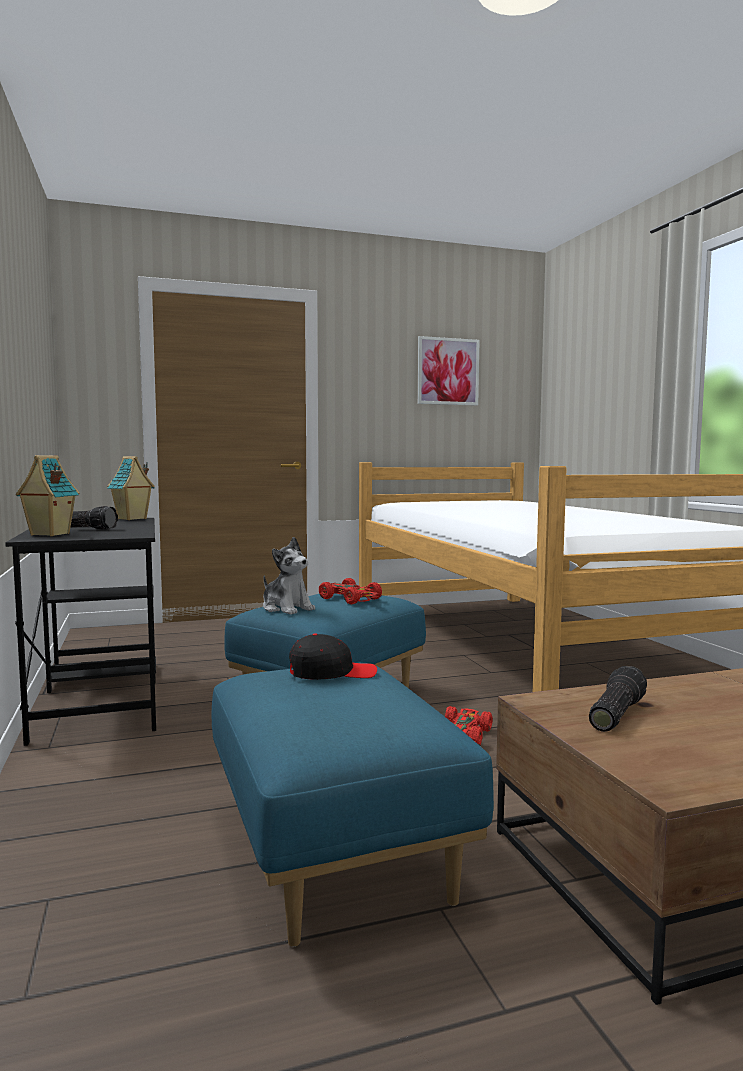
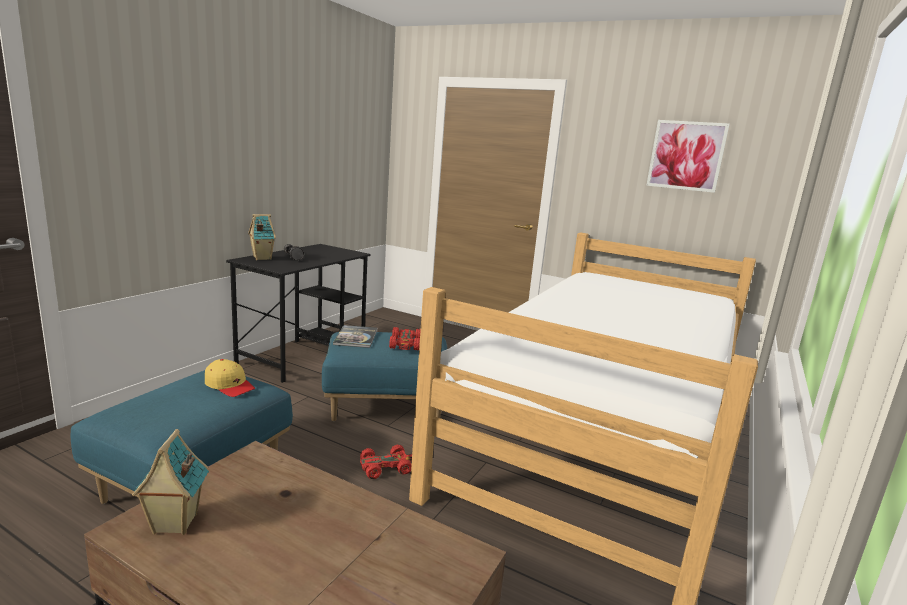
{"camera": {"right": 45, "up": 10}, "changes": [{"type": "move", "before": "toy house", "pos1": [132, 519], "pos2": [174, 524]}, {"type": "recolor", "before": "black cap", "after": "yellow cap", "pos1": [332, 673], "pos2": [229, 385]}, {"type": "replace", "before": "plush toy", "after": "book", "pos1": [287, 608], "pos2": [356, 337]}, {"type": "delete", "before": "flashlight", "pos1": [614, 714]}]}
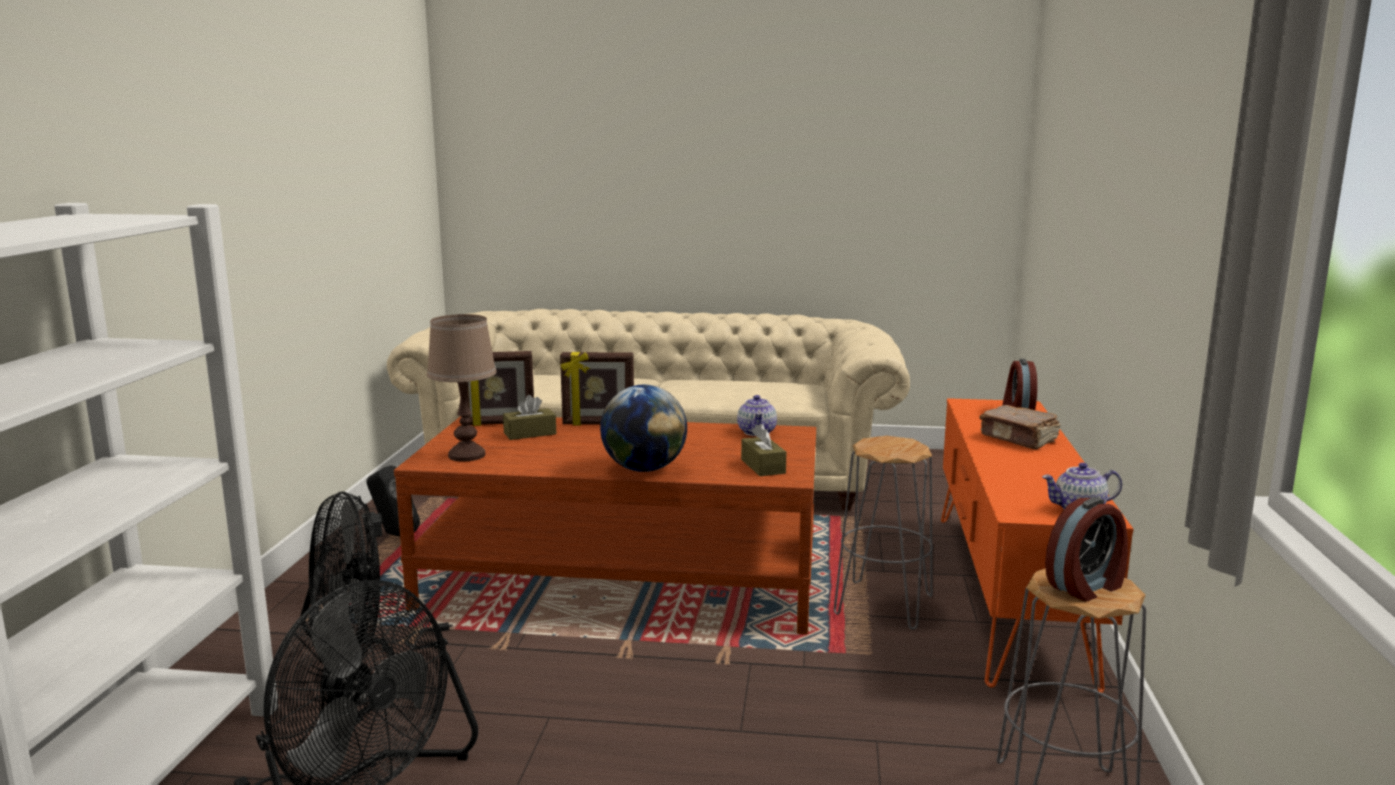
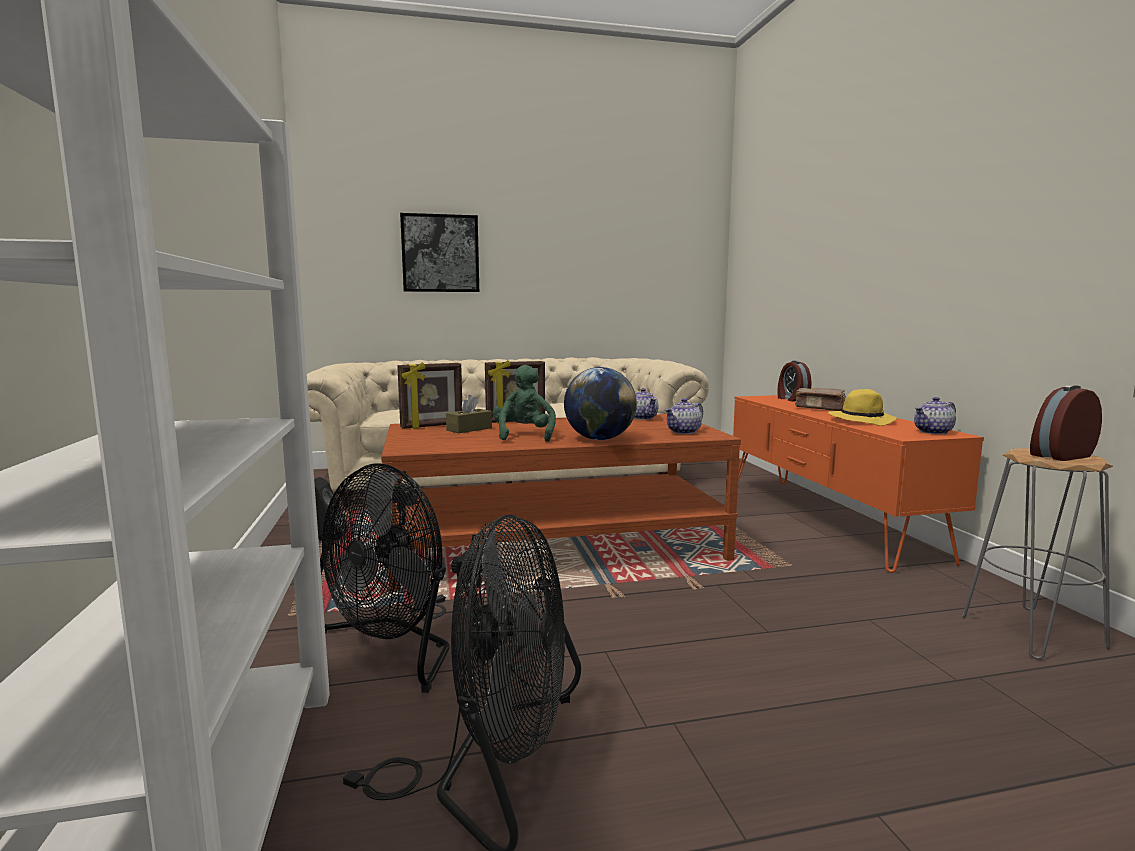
{"camera": {"right": -20, "up": -5}, "changes": [{"type": "insert", "after": "picture", "pos2": [440, 253]}, {"type": "insert", "after": "green plush toy", "pos2": [524, 436]}, {"type": "replace", "before": "brown tissue box", "after": "teapot", "pos1": [763, 466], "pos2": [683, 432]}, {"type": "insert", "after": "yellow hat", "pos2": [862, 420]}, {"type": "rotate", "before": "alarm clock", "pos1": [1087, 586], "pos2": [1060, 455], "turn": -150}, {"type": "delete", "before": "brown table lamp", "pos1": [466, 455]}, {"type": "delete", "before": "grey stool", "pos1": [883, 605]}]}
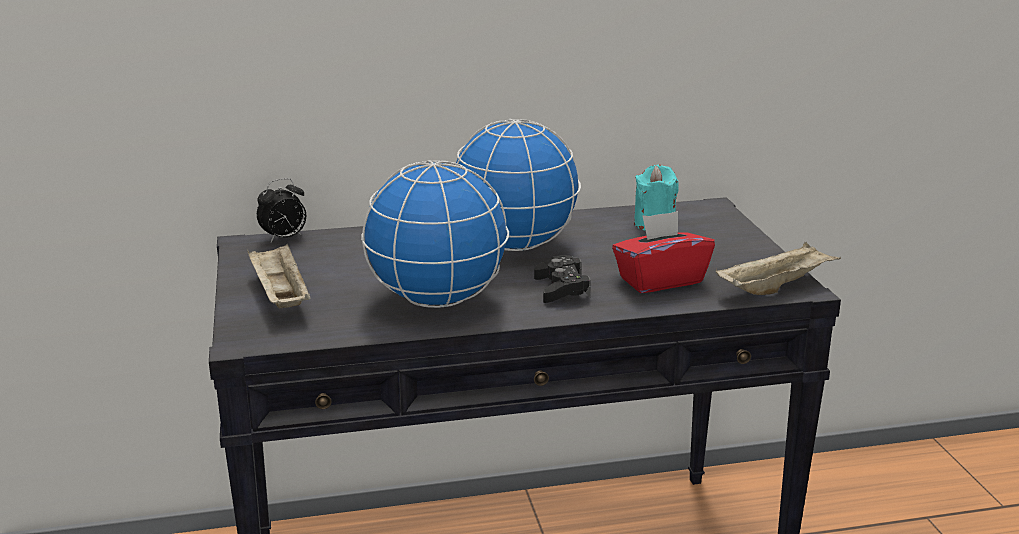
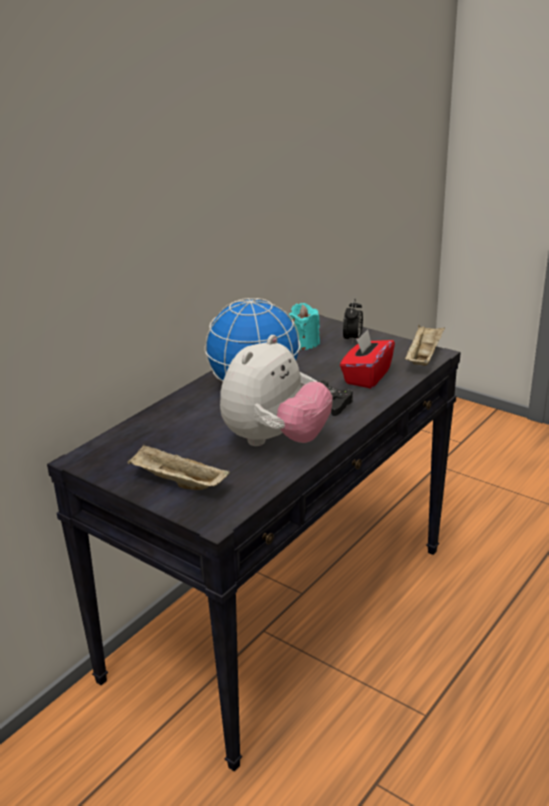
{"camera": {"right": -40, "up": 5}, "changes": [{"type": "replace", "before": "globe", "after": "plush toy", "pos1": [437, 299], "pos2": [275, 440]}, {"type": "move", "before": "alarm clock", "pos1": [284, 238], "pos2": [352, 339]}]}
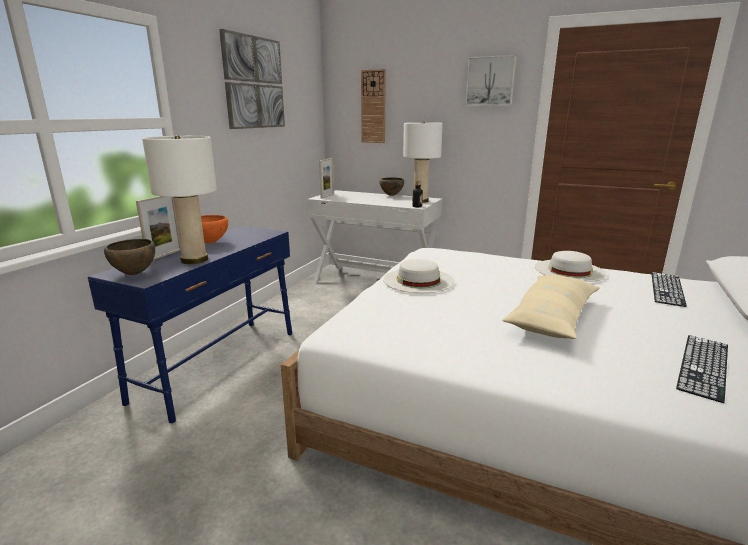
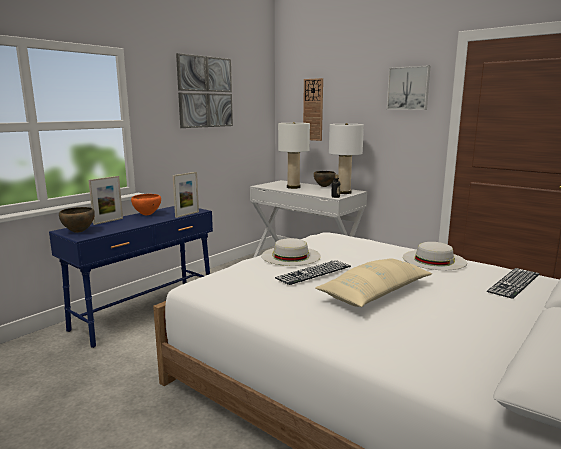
{"camera": {"right": 15, "up": -5}, "changes": [{"type": "move", "before": "picture frame", "pos1": [327, 196], "pos2": [187, 214]}, {"type": "move", "before": "keyboard", "pos1": [703, 365], "pos2": [314, 272]}, {"type": "move", "before": "white table lamp", "pos1": [194, 260], "pos2": [293, 187]}]}
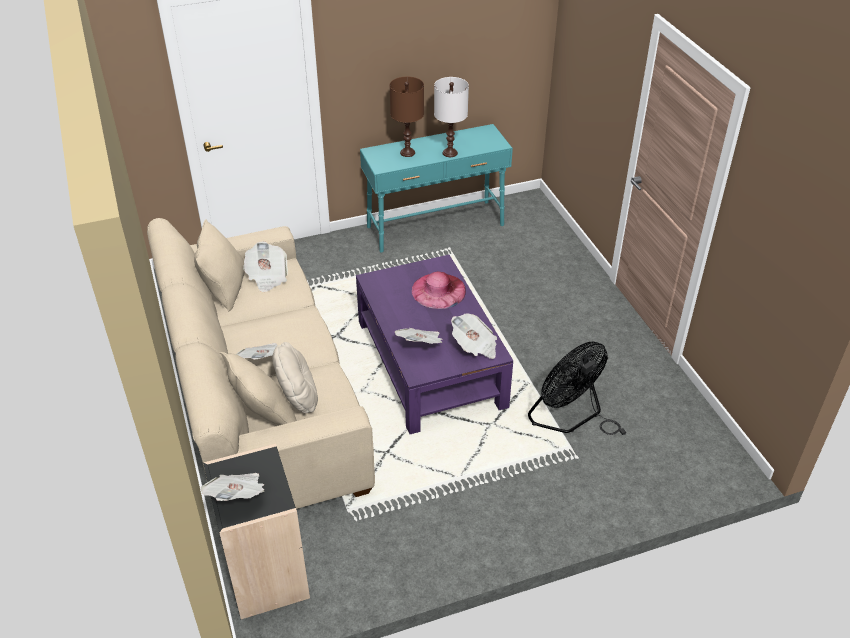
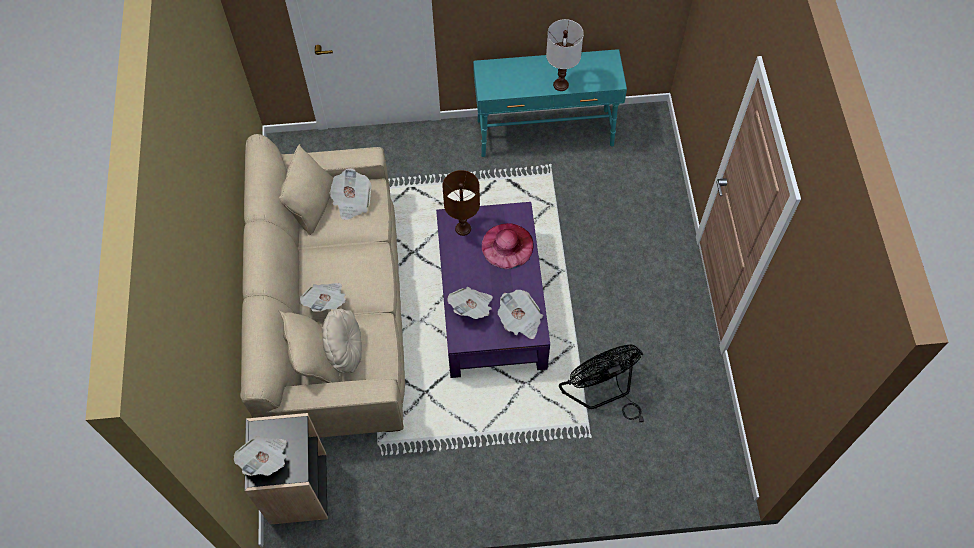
{"camera": {"right": 15, "up": 20}, "changes": [{"type": "move", "before": "brown table lamp", "pos1": [407, 153], "pos2": [462, 228]}]}
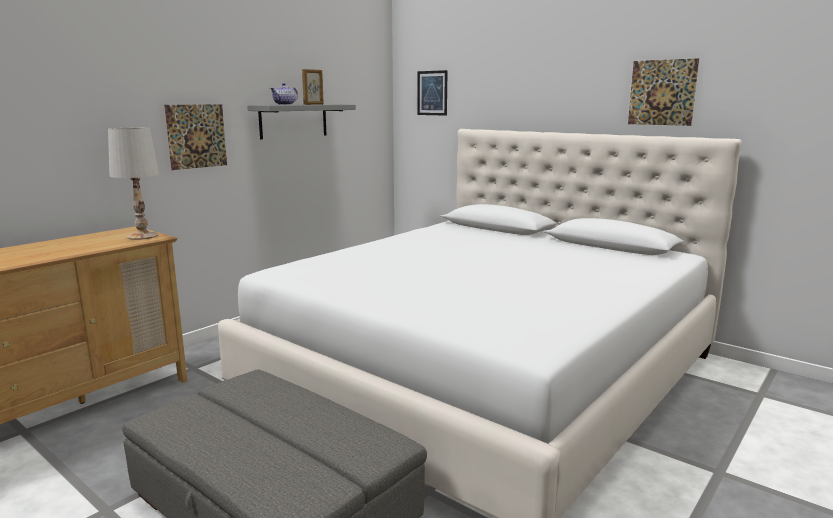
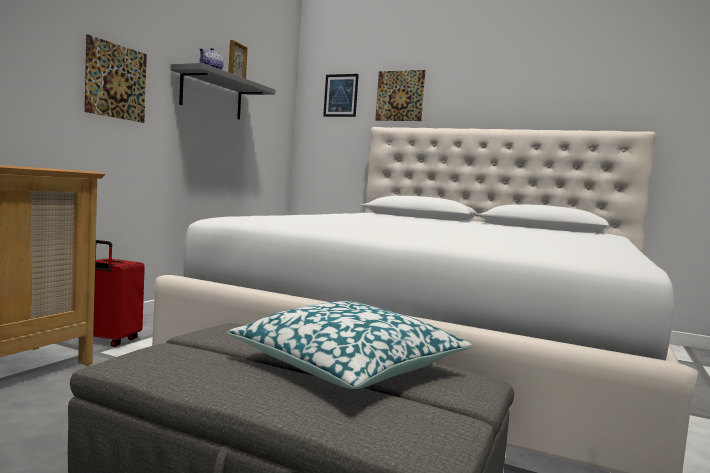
{"camera": {"right": -15, "up": -10}, "changes": [{"type": "insert", "after": "red suitcase", "pos2": [108, 341]}, {"type": "insert", "after": "pillow", "pos2": [348, 366]}, {"type": "move", "before": "picture", "pos1": [662, 92], "pos2": [400, 96]}, {"type": "delete", "before": "white table lamp", "pos1": [143, 236]}]}
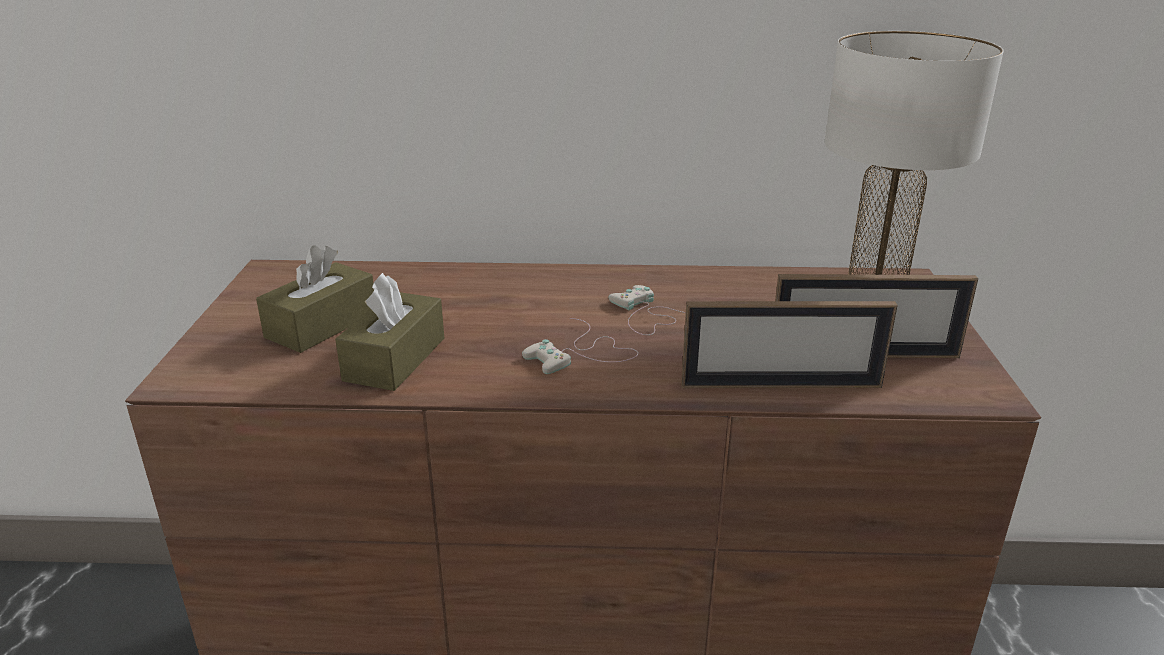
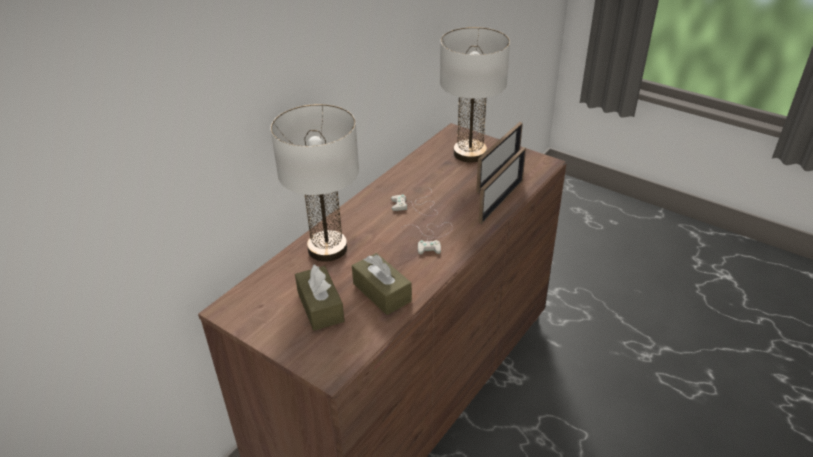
{"camera": {"right": -55, "up": 10}, "changes": [{"type": "insert", "after": "table lamp", "pos2": [327, 249]}]}
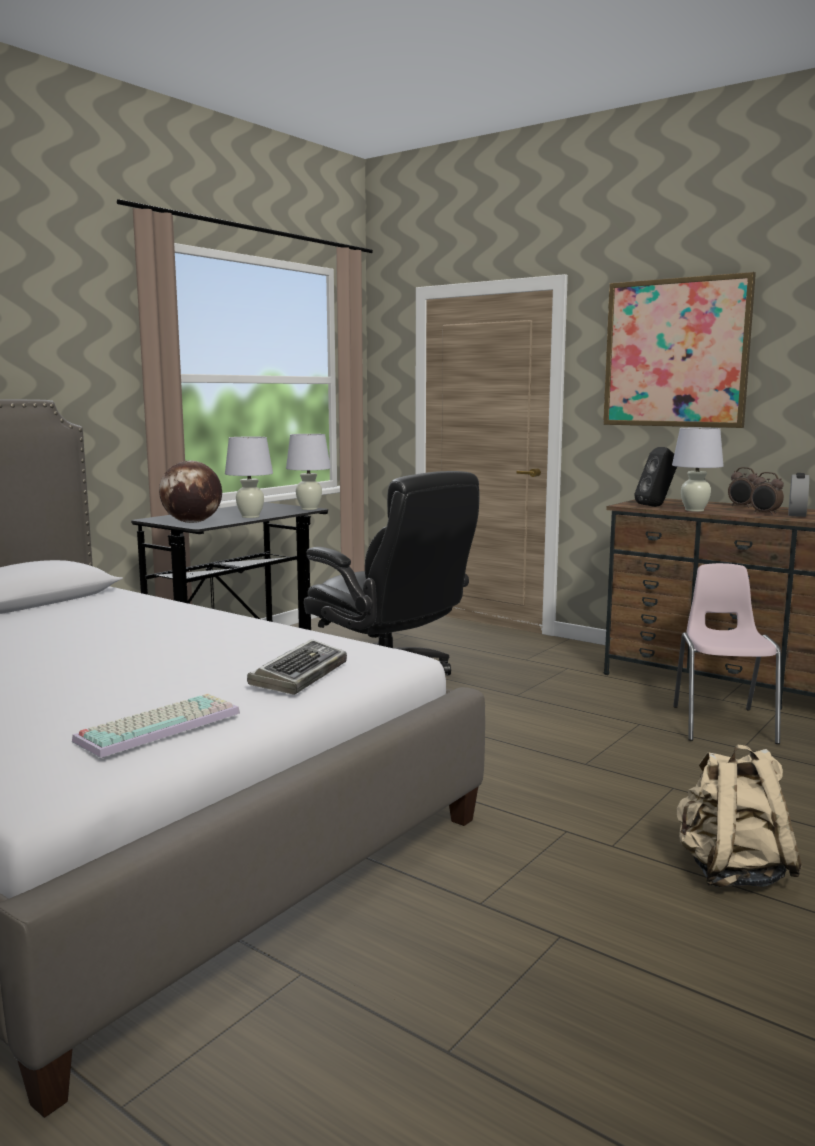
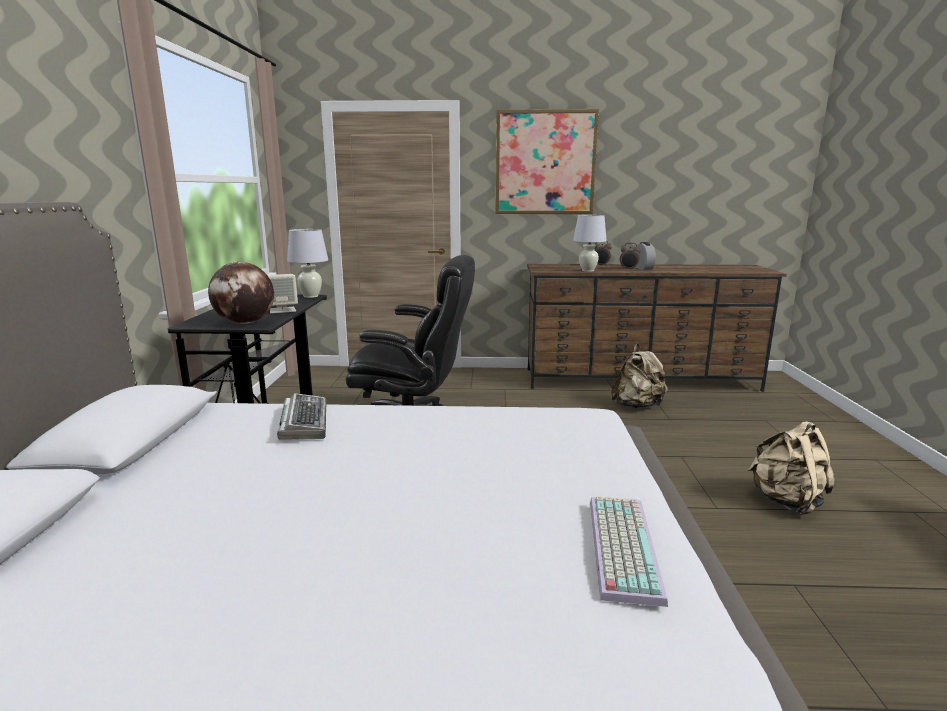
{"camera": {"right": -35, "up": 5}, "changes": [{"type": "replace", "before": "white table lamp", "after": "beige speaker", "pos1": [250, 516], "pos2": [282, 310]}, {"type": "move", "before": "keyboard", "pos1": [299, 675], "pos2": [304, 423]}, {"type": "replace", "before": "pink chair", "after": "beige backpack", "pos1": [722, 724], "pos2": [637, 406]}, {"type": "delete", "before": "black speaker", "pos1": [656, 506]}]}
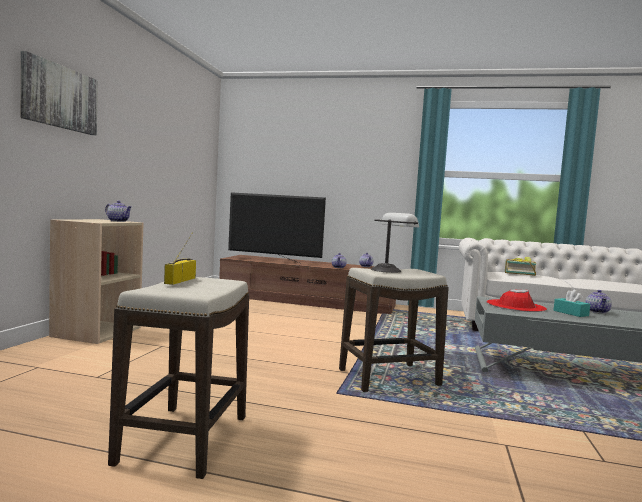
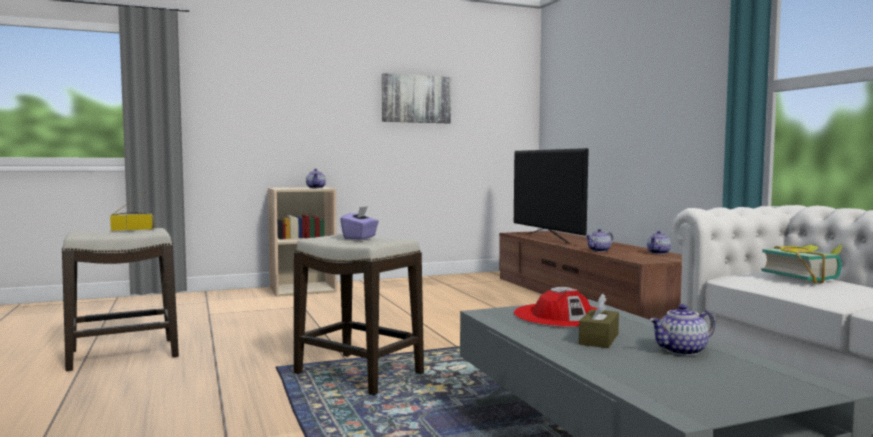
{"camera": {"right": 55, "up": 0}, "changes": [{"type": "replace", "before": "table lamp", "after": "purple tissue box", "pos1": [390, 270], "pos2": [360, 237]}, {"type": "move", "before": "picture", "pos1": [60, 97], "pos2": [416, 99]}, {"type": "recolor", "before": "turquoise tissue box", "after": "brown tissue box", "pos1": [570, 313], "pos2": [599, 339]}]}
